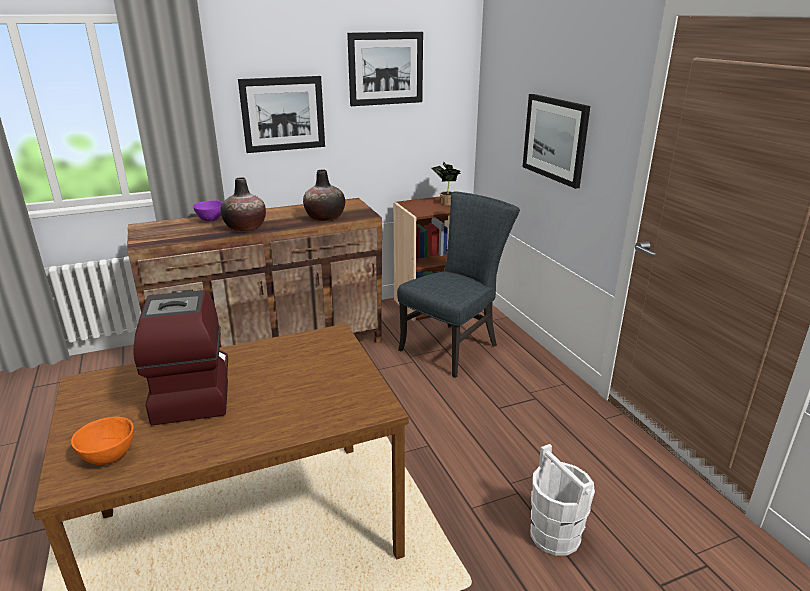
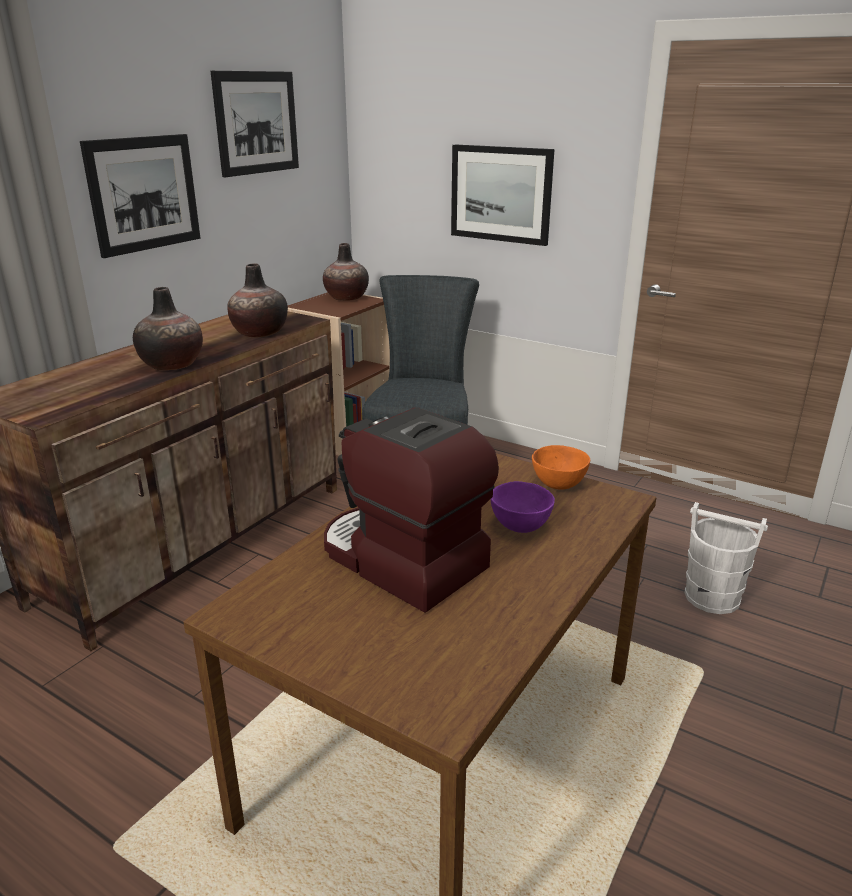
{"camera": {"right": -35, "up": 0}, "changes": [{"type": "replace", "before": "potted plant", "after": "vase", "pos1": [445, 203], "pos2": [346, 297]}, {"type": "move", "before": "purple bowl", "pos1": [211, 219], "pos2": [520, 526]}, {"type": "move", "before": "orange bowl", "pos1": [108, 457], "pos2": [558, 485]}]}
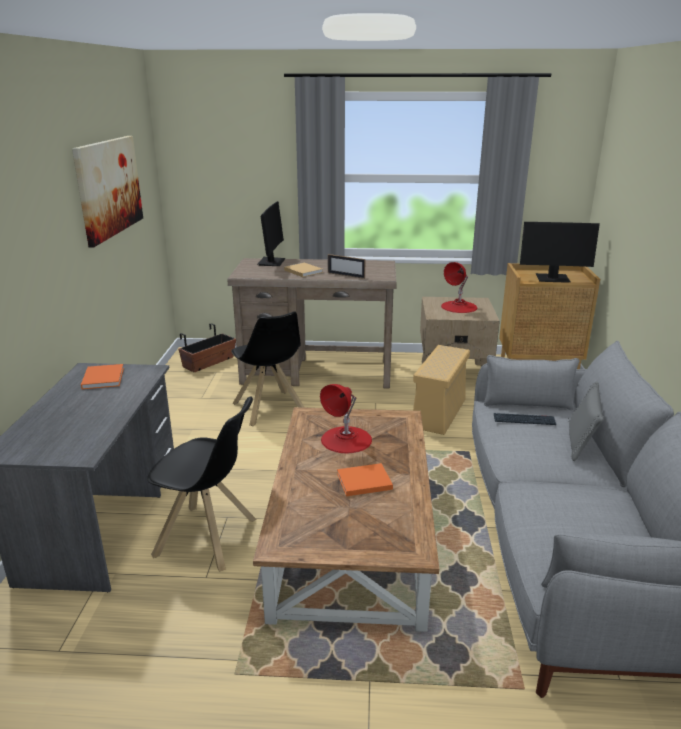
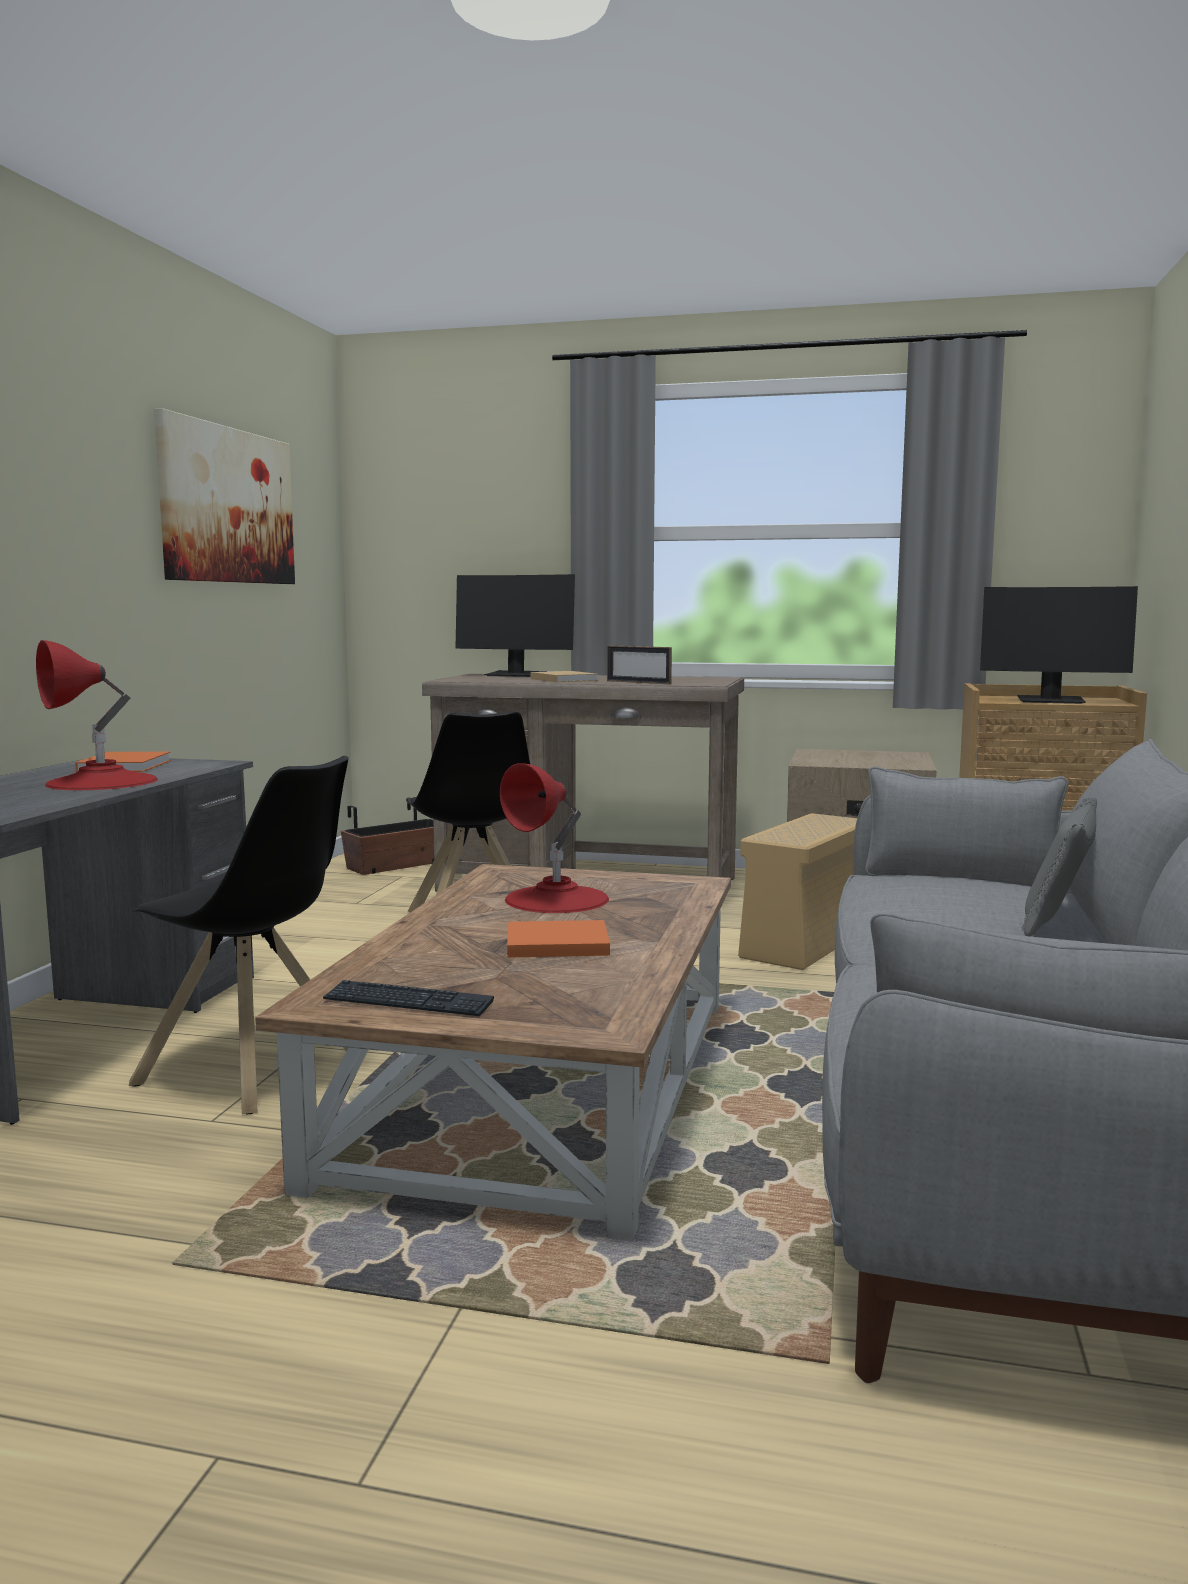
{"camera": {"right": 10, "up": -15}, "changes": [{"type": "move", "before": "red table lamp", "pos1": [459, 307], "pos2": [102, 782]}, {"type": "move", "before": "keyboard", "pos1": [524, 420], "pos2": [408, 1002]}, {"type": "rotate", "before": "monitor", "pos1": [271, 262], "pos2": [516, 675], "turn": 90}]}
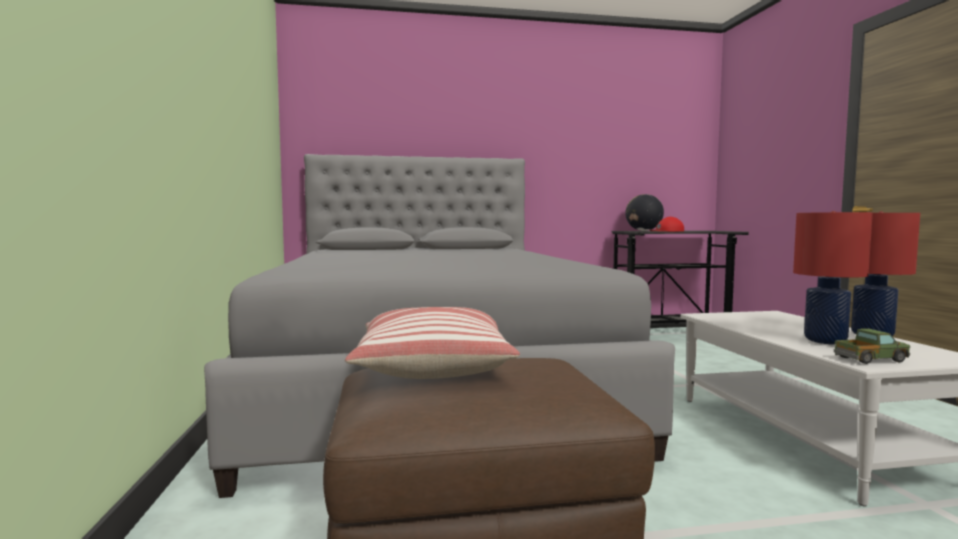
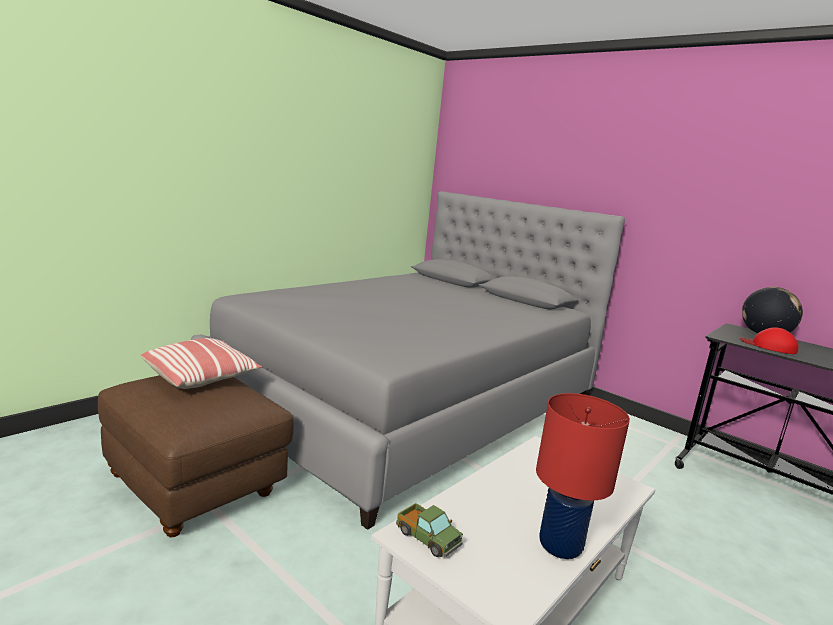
{"camera": {"right": 50, "up": 10}, "changes": [{"type": "delete", "before": "red table lamp", "pos1": [825, 342]}]}
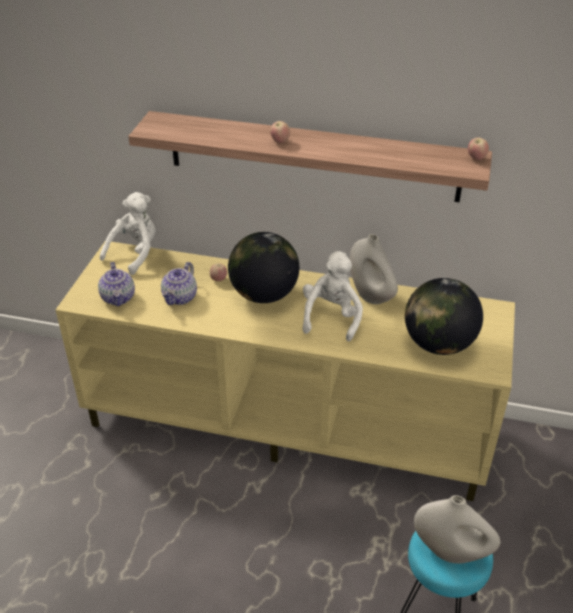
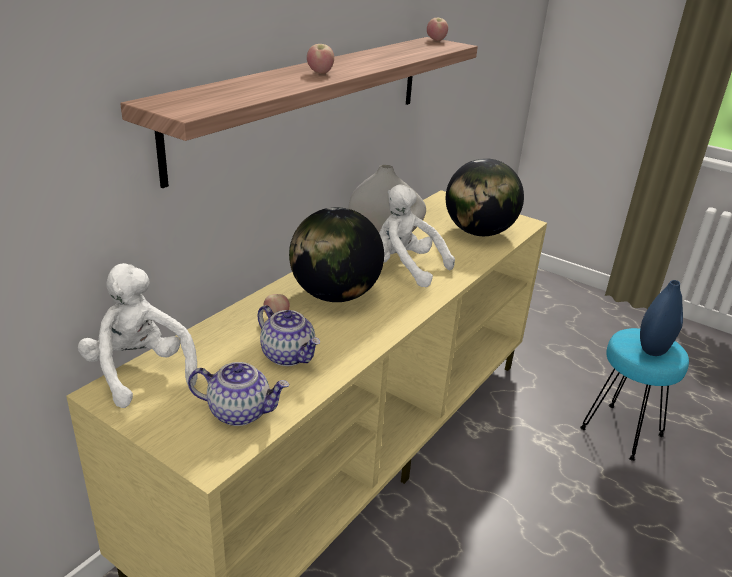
{"camera": {"right": -70, "up": -10}, "changes": [{"type": "recolor", "before": "white vase", "after": "blue vase", "pos1": [451, 551], "pos2": [654, 347]}]}
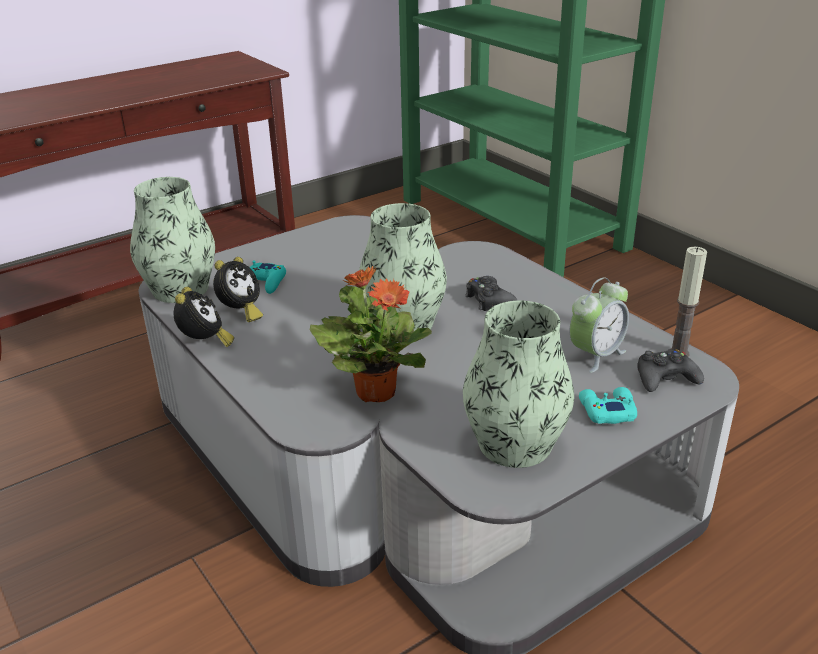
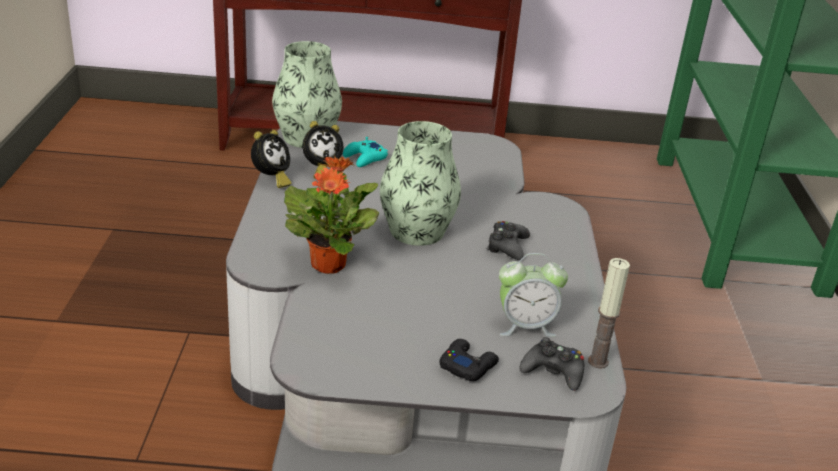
{"camera": {"right": 35, "up": 0}, "changes": [{"type": "recolor", "before": "turquoise game controller", "after": "black game controller", "pos1": [606, 410], "pos2": [467, 365]}, {"type": "delete", "before": "vase", "pos1": [515, 444]}]}
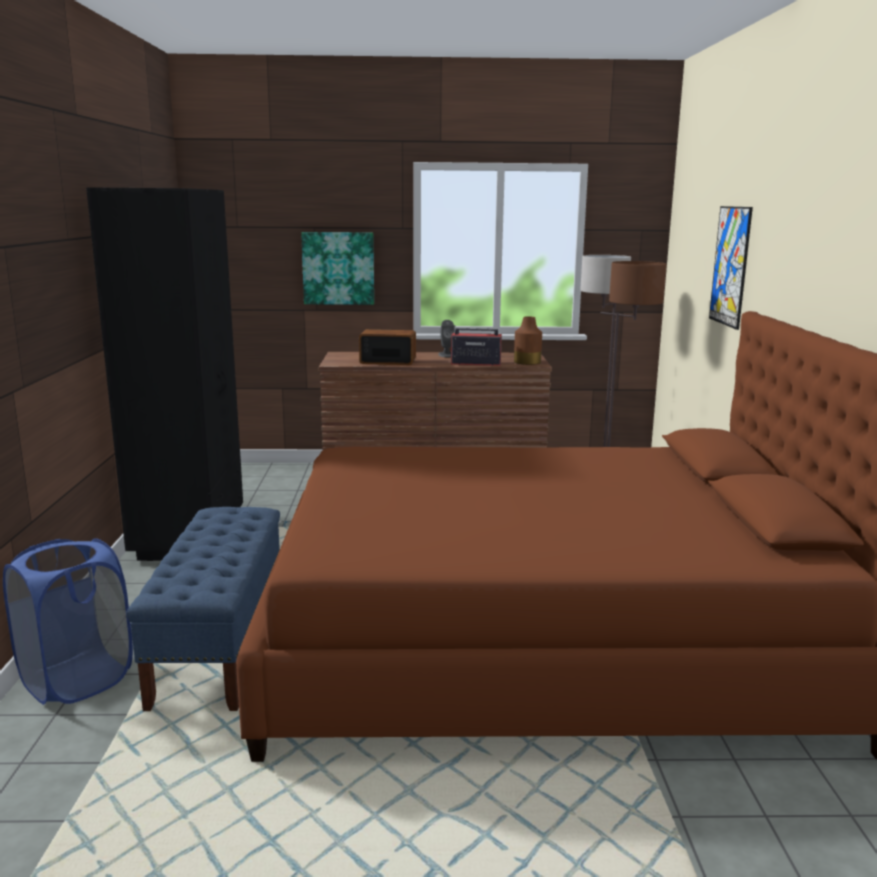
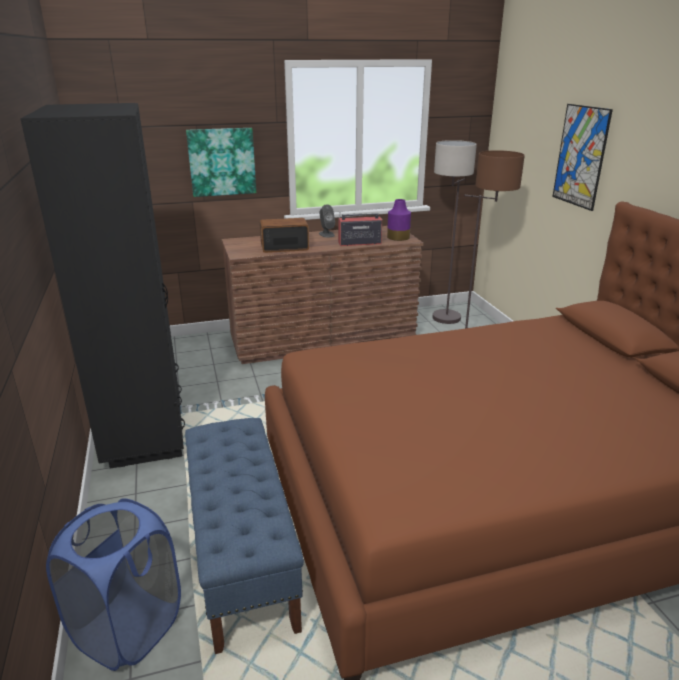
{"camera": {"right": -15, "up": 10}, "changes": [{"type": "recolor", "before": "brown vase", "after": "purple vase", "pos1": [527, 362], "pos2": [398, 237]}]}
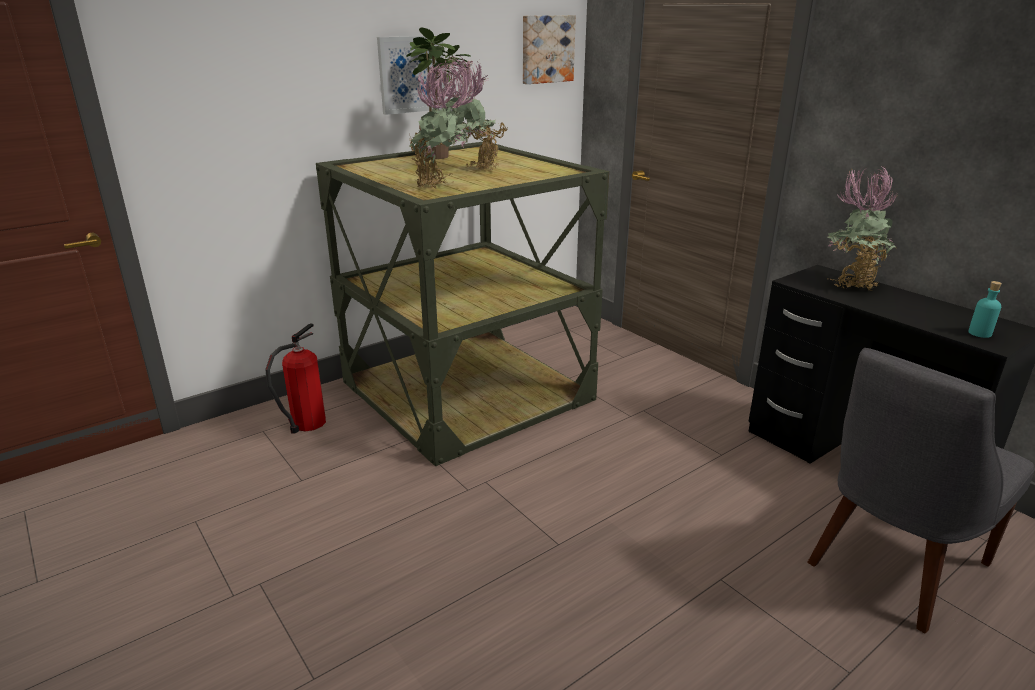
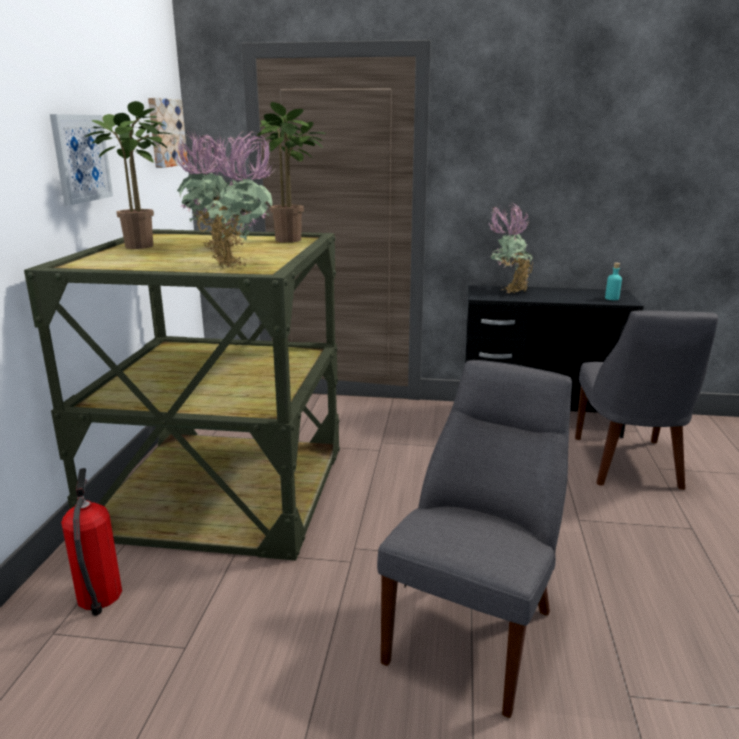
{"camera": {"right": -45, "up": -5}, "changes": [{"type": "insert", "after": "potted plant", "pos2": [292, 240]}, {"type": "insert", "after": "grey chair", "pos2": [475, 631]}]}
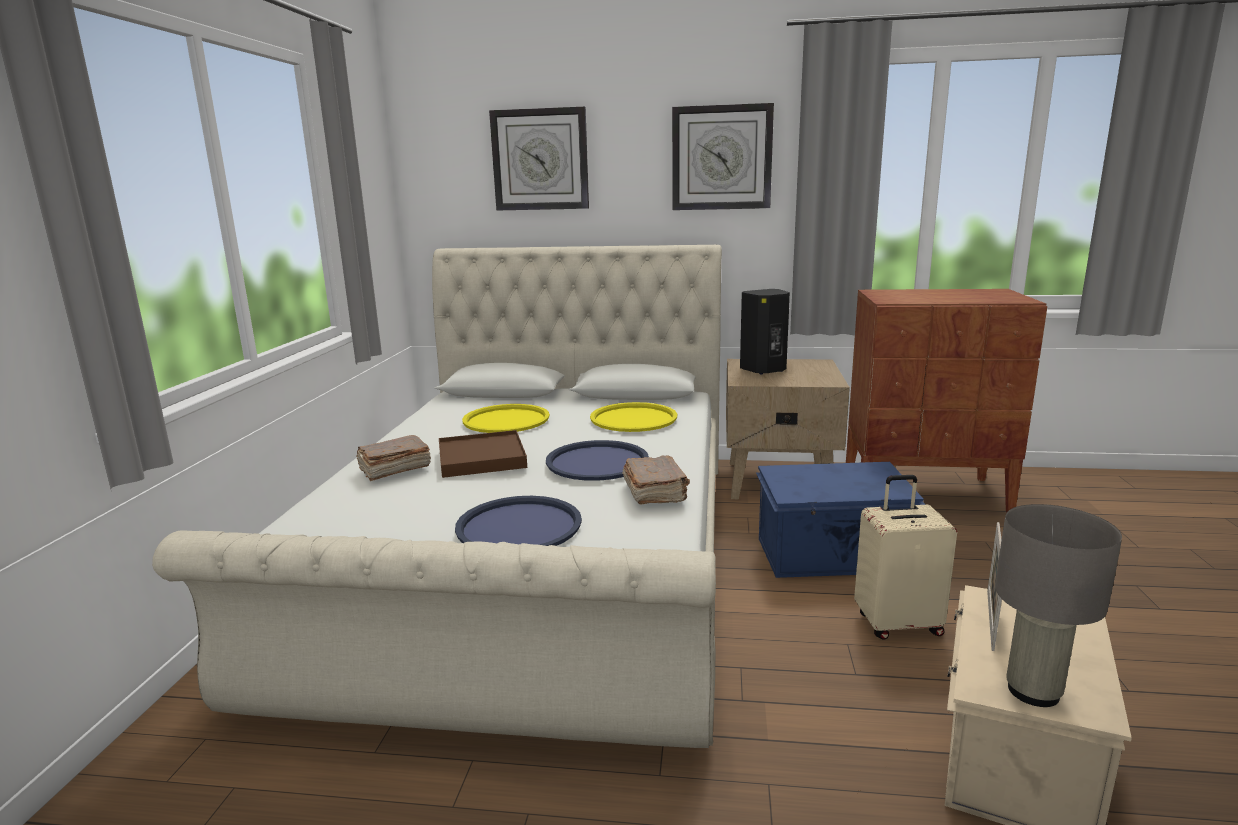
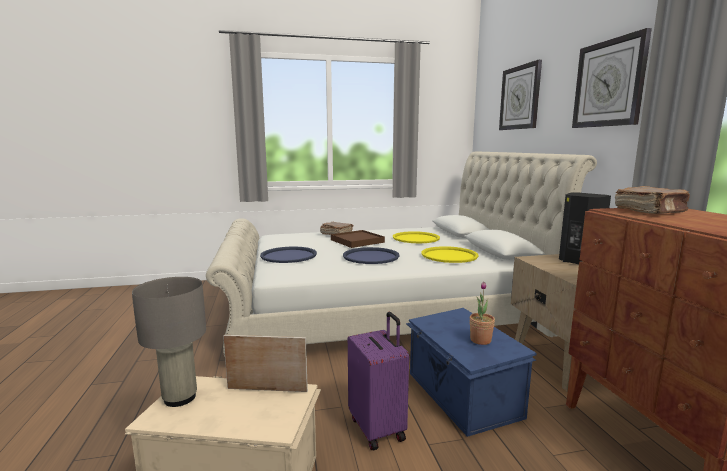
{"camera": {"right": 70, "up": -5}, "changes": [{"type": "recolor", "before": "beige suitcase", "after": "purple suitcase", "pos1": [897, 623], "pos2": [378, 428]}, {"type": "insert", "after": "potted plant", "pos2": [480, 340]}, {"type": "move", "before": "brown book", "pos1": [655, 492], "pos2": [650, 212]}]}
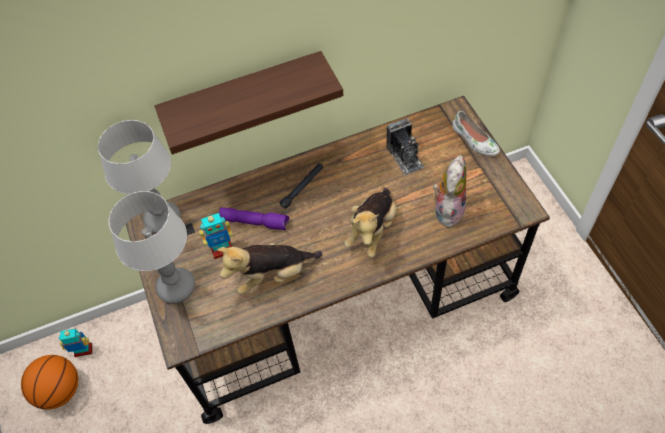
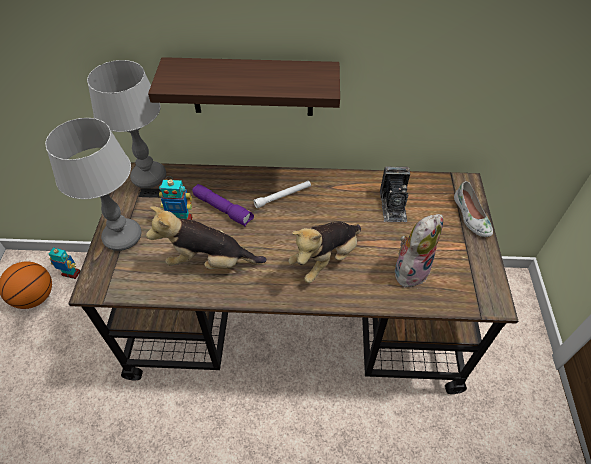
{"camera": {"right": 20, "up": -5}, "changes": [{"type": "recolor", "before": "black flashlight", "after": "white flashlight", "pos1": [302, 187], "pos2": [283, 196]}]}
